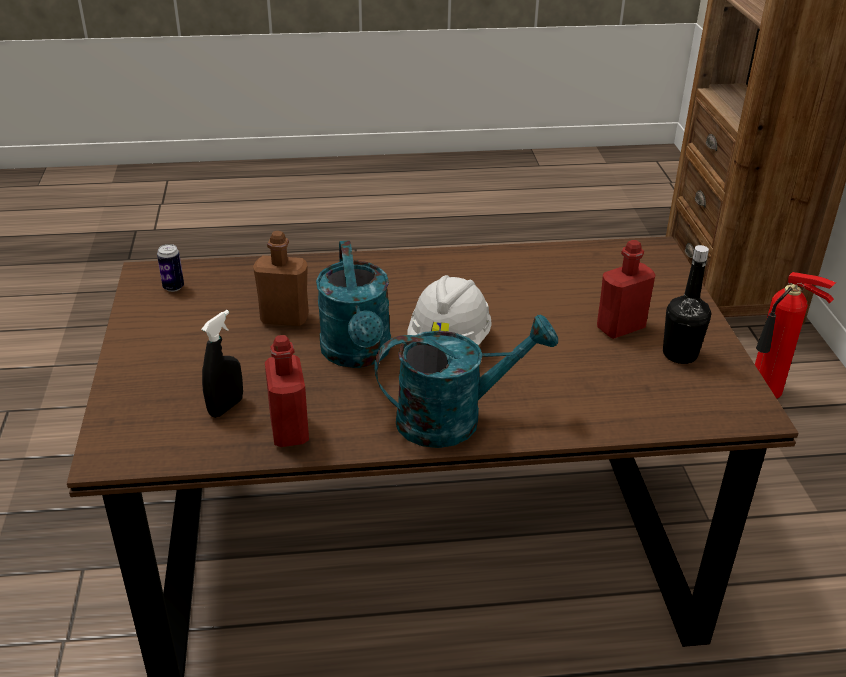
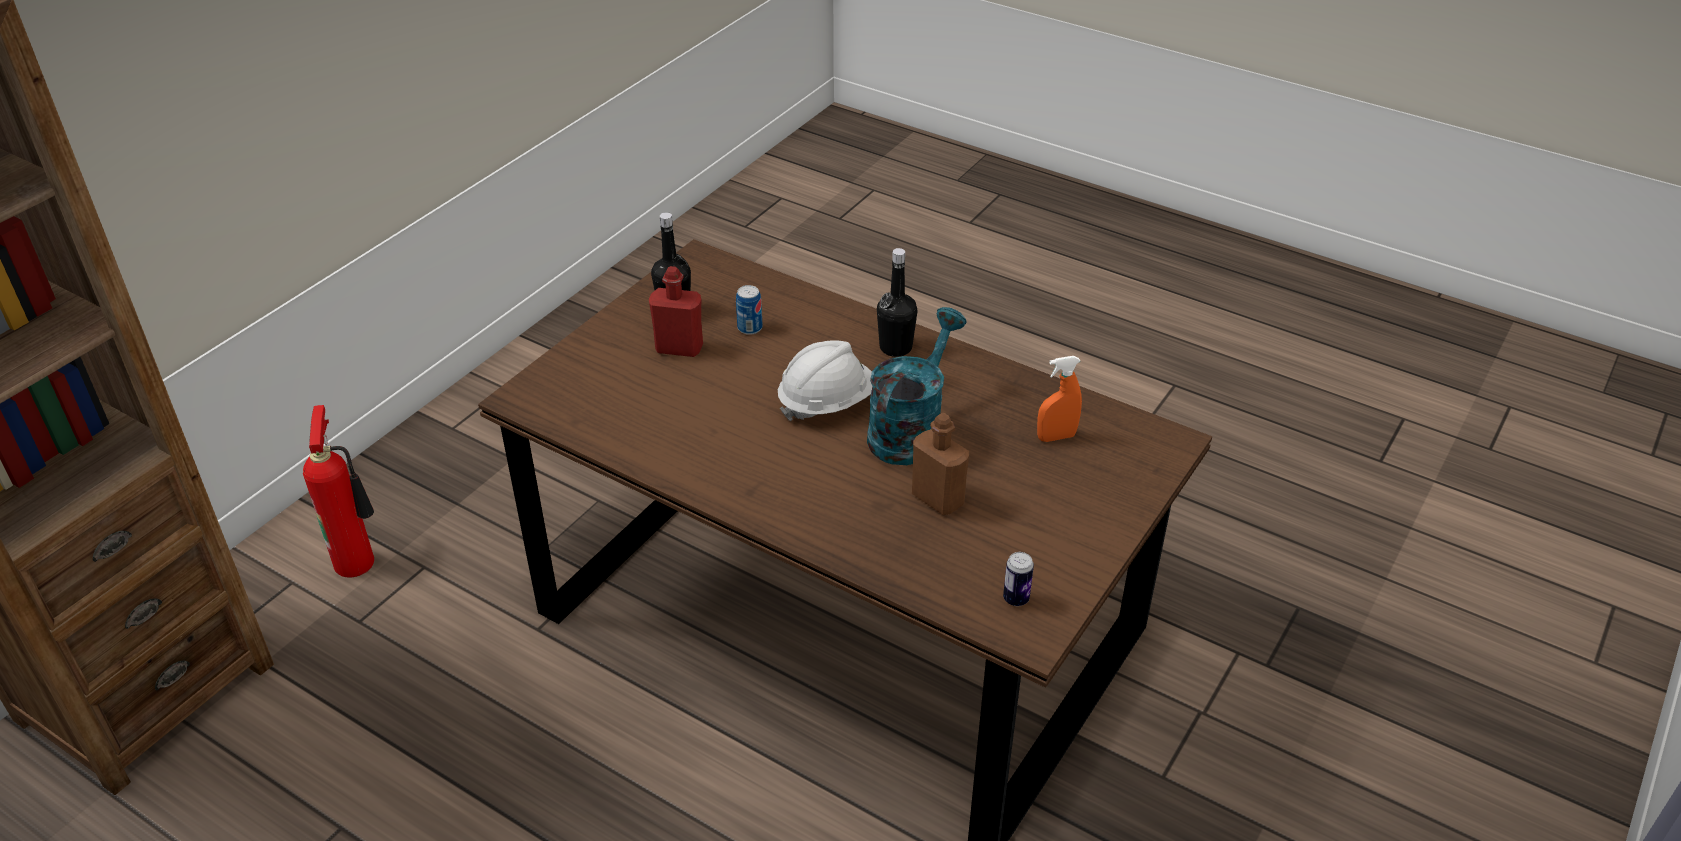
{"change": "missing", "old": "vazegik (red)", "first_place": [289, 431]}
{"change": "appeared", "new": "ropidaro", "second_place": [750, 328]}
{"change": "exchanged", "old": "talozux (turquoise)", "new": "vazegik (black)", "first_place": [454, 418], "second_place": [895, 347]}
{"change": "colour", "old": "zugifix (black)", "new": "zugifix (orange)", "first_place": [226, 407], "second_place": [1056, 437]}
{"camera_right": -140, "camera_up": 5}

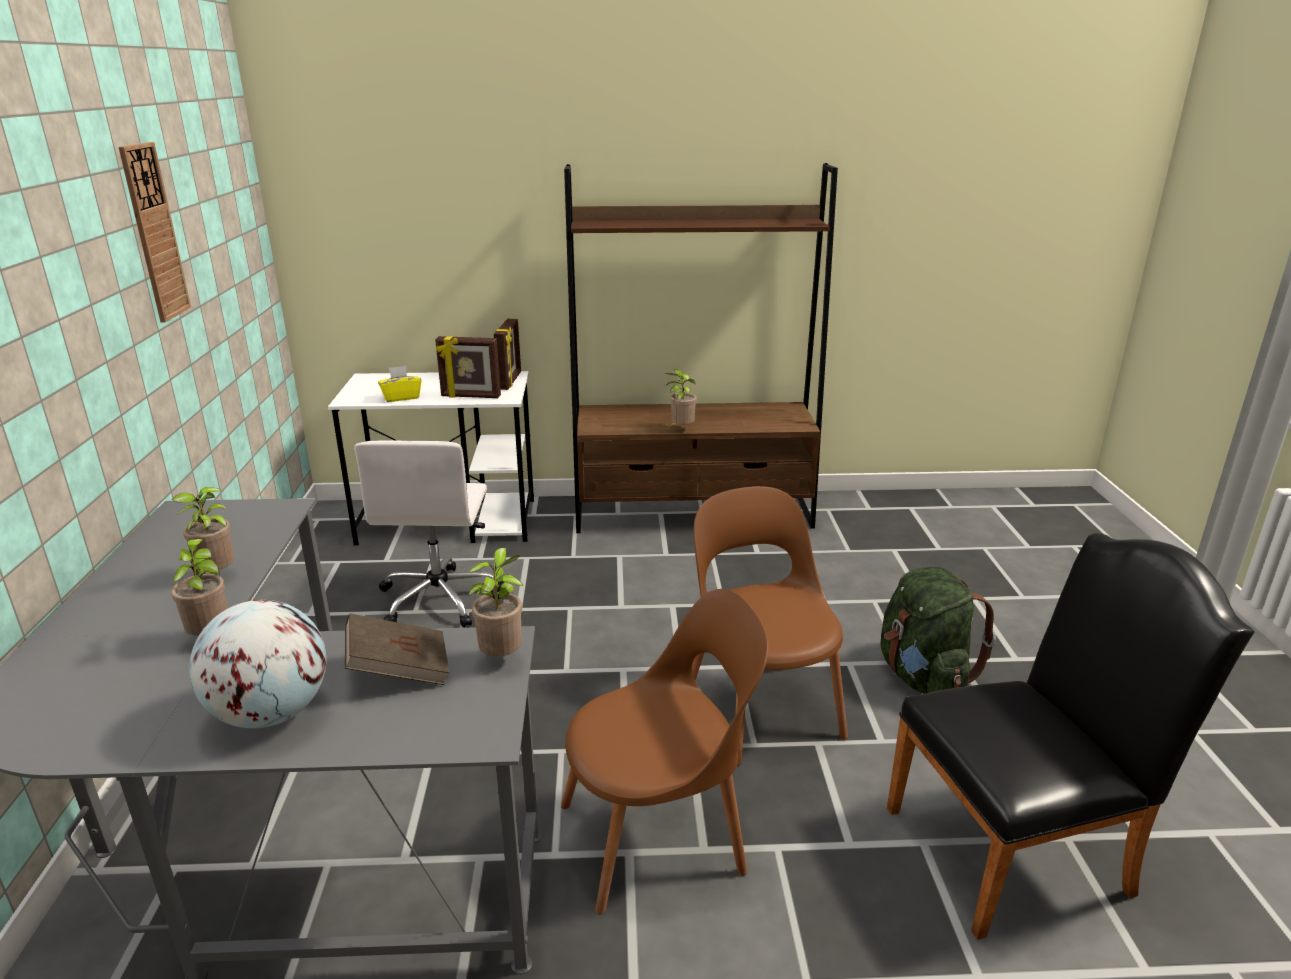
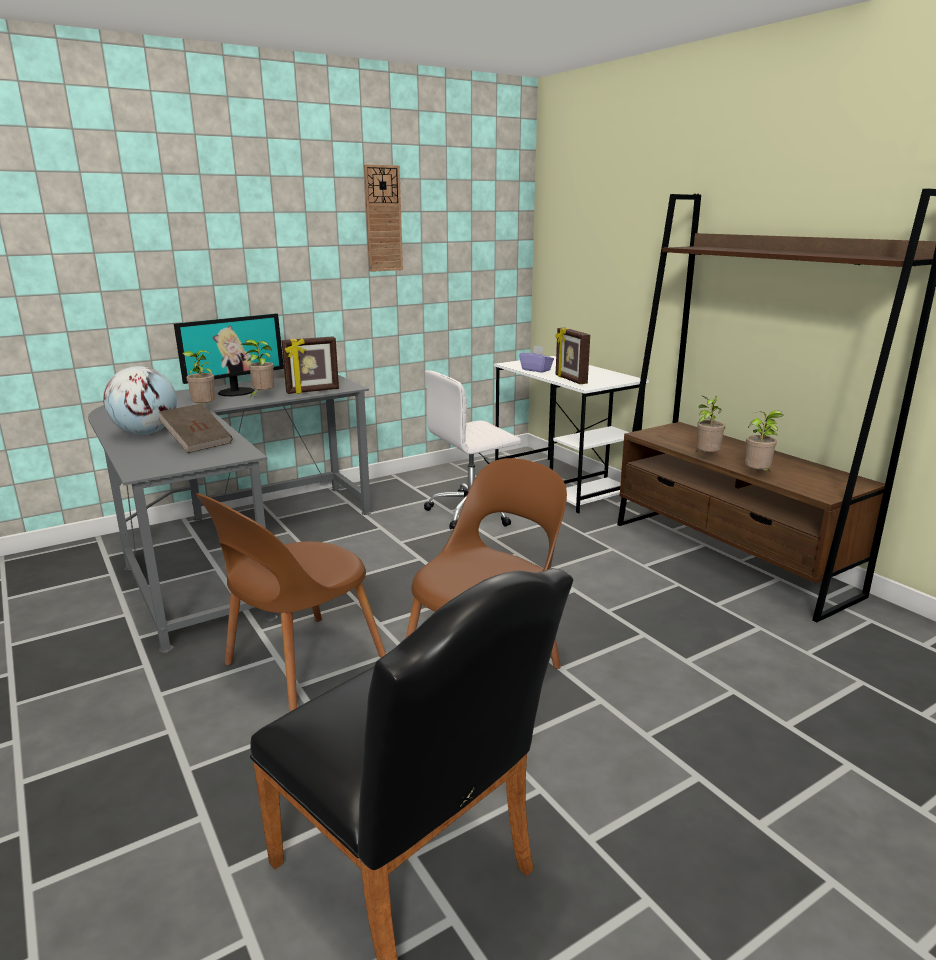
{"change": "missing", "old": "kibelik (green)", "first_place": [923, 676]}
{"change": "appeared", "new": "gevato", "second_place": [236, 392]}
{"change": "relocated", "old": "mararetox", "first_place": [503, 657], "second_place": [758, 474]}
{"change": "relocated", "old": "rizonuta", "first_place": [510, 381], "second_place": [313, 391]}
{"change": "colour", "old": "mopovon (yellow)", "new": "mopovon (purple)", "first_place": [401, 397], "second_place": [536, 370]}
{"change": "spun", "old": "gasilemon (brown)", "first_place": [659, 835], "second_place": [299, 663], "degrees": 90}
{"camera_right": 60, "camera_up": -5}

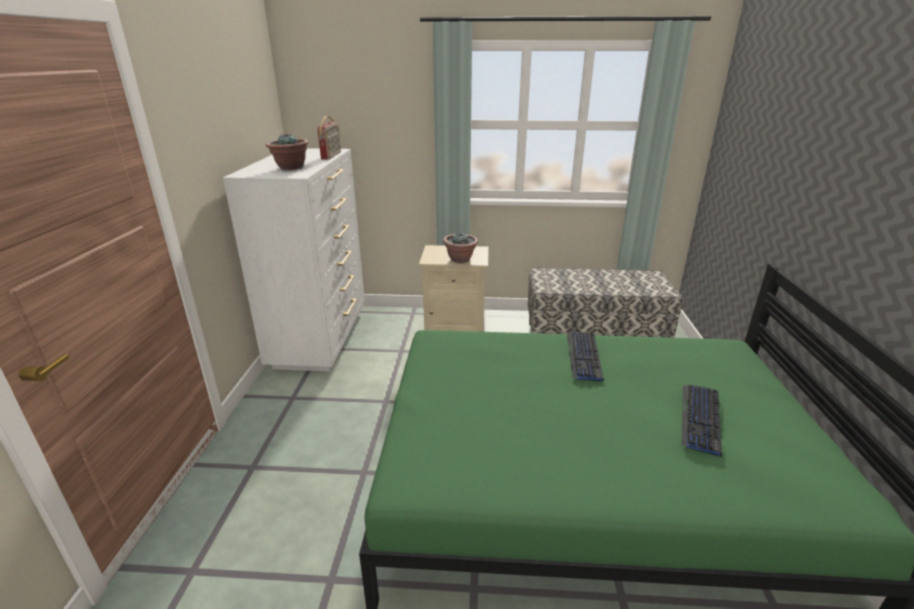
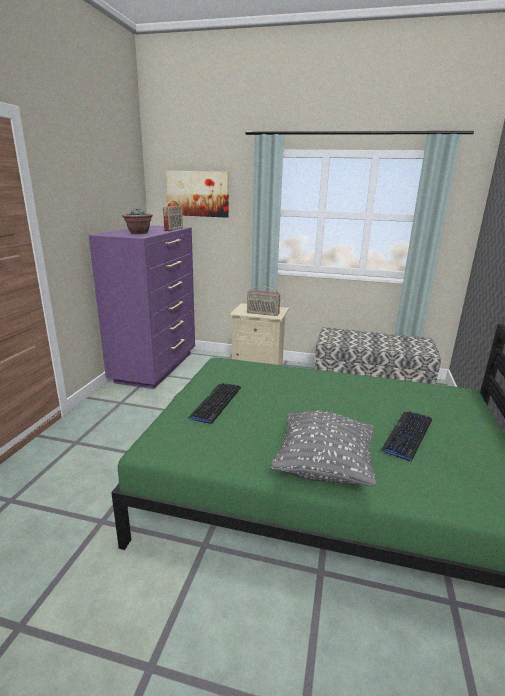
{"change": "appeared", "new": "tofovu", "second_place": [198, 194]}
{"change": "appeared", "new": "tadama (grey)", "second_place": [323, 467]}
{"change": "relocated", "old": "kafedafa", "first_place": [584, 356], "second_place": [216, 403]}
{"change": "exchanged", "old": "mararetox", "new": "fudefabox", "first_place": [460, 259], "second_place": [262, 314]}
{"change": "colour", "old": "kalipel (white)", "new": "kalipel (purple)", "first_place": [321, 338], "second_place": [156, 367]}
{"camera_right": 10, "camera_up": -5}

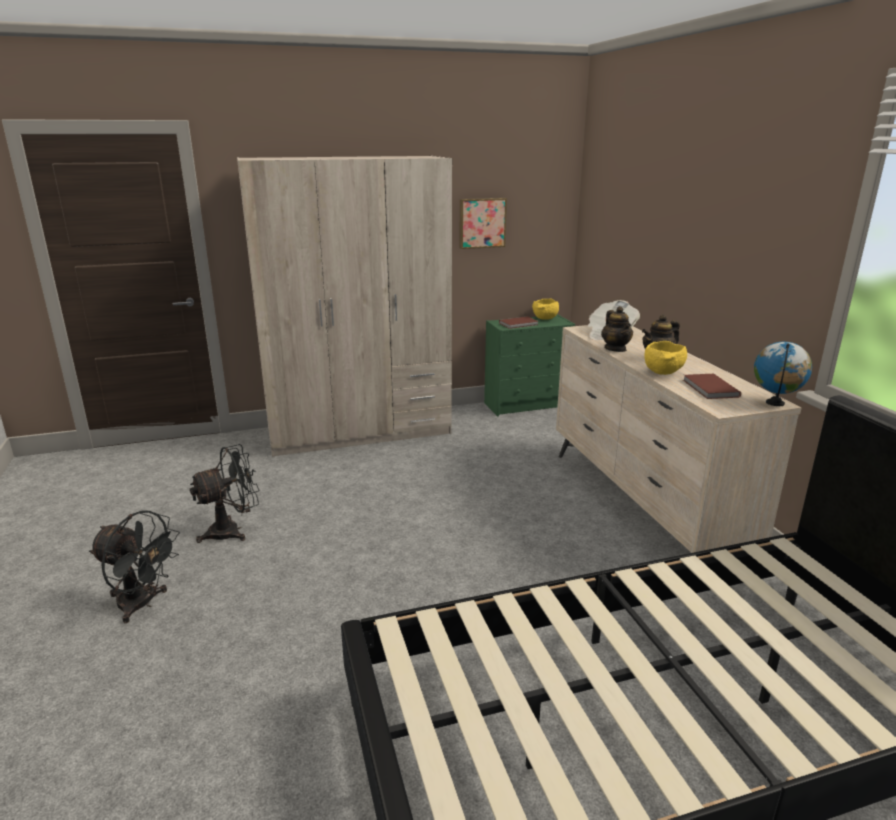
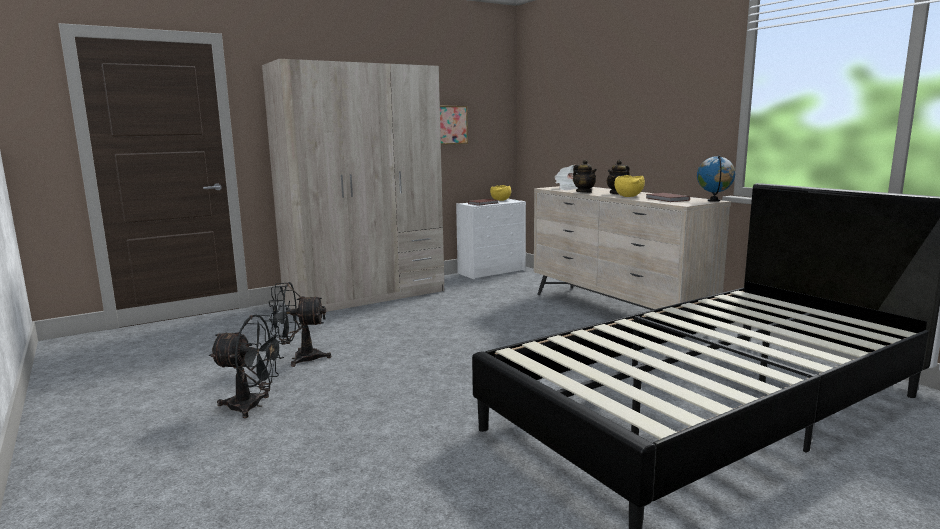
{"change": "colour", "old": "kalipel (green)", "new": "kalipel (white)", "first_place": [527, 405], "second_place": [492, 271]}
{"change": "spun", "old": "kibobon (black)", "first_place": [232, 530], "second_place": [299, 358], "degrees": -135}
{"camera_right": -15, "camera_up": -10}

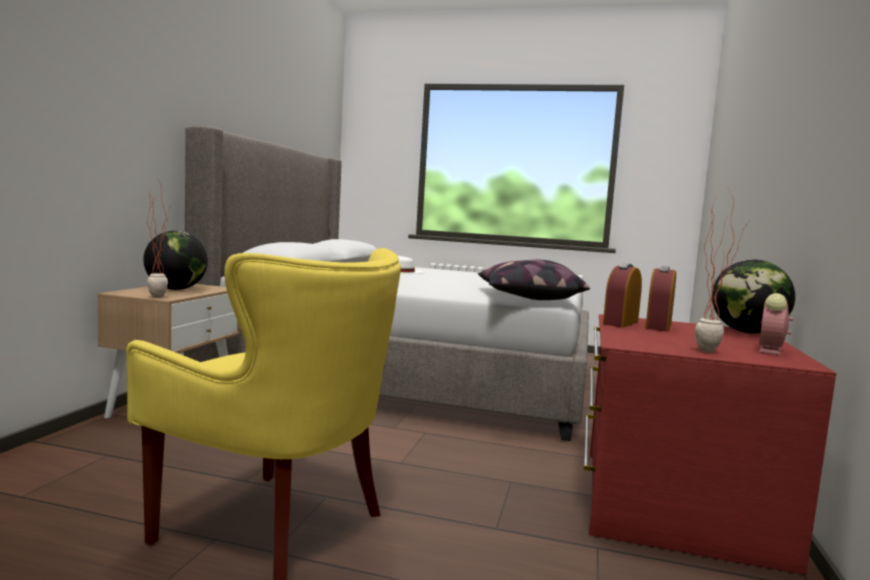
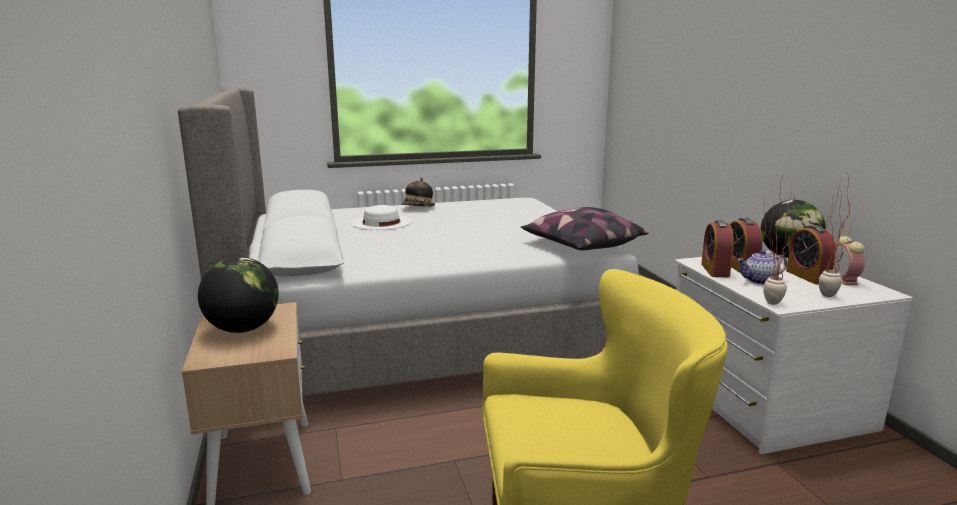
{"change": "appeared", "new": "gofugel", "second_place": [418, 208]}
{"change": "appeared", "new": "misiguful", "second_place": [759, 281]}
{"change": "appeared", "new": "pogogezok", "second_place": [807, 276]}
{"change": "relocated", "old": "mararetox", "first_place": [159, 296], "second_place": [766, 301]}
{"change": "colour", "old": "kalipel (red)", "new": "kalipel (white)", "first_place": [673, 503], "second_place": [763, 401]}
{"camera_right": -30, "camera_up": 10}

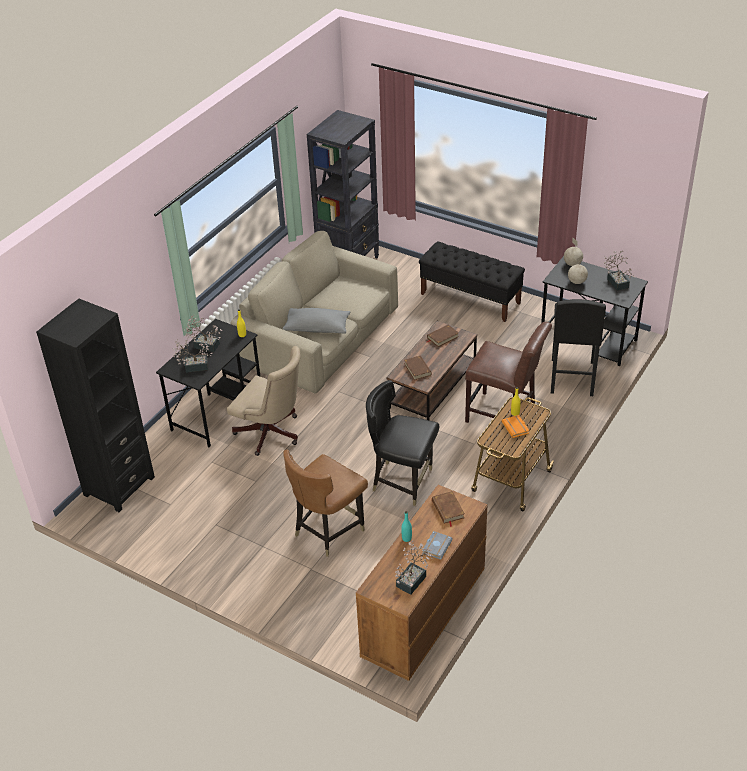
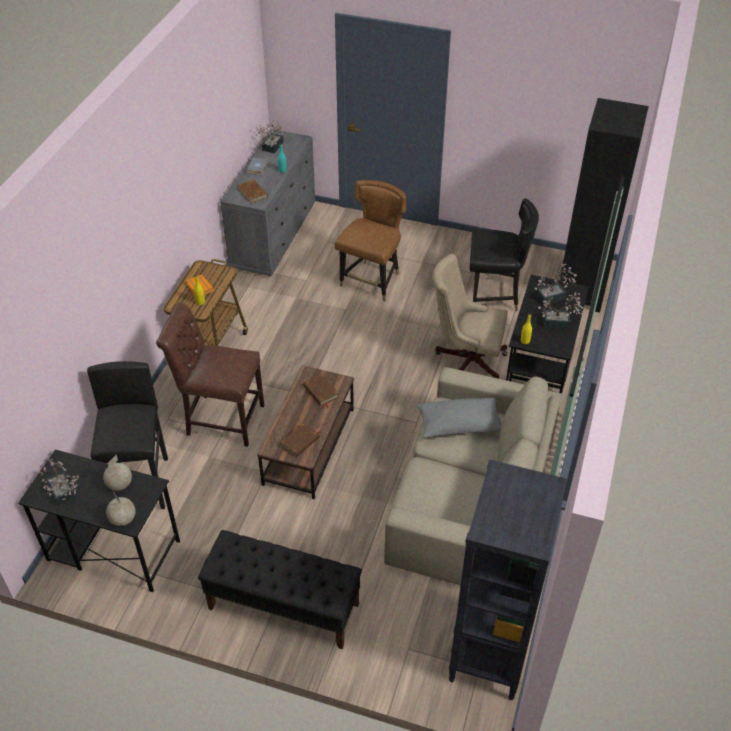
{"change": "relocated", "old": "gasilemon (black)", "first_place": [402, 482], "second_place": [494, 296]}
{"change": "colour", "old": "kalipel (brown)", "new": "kalipel (grey)", "first_place": [423, 614], "second_place": [274, 235]}
{"camera_right": 165, "camera_up": 5}

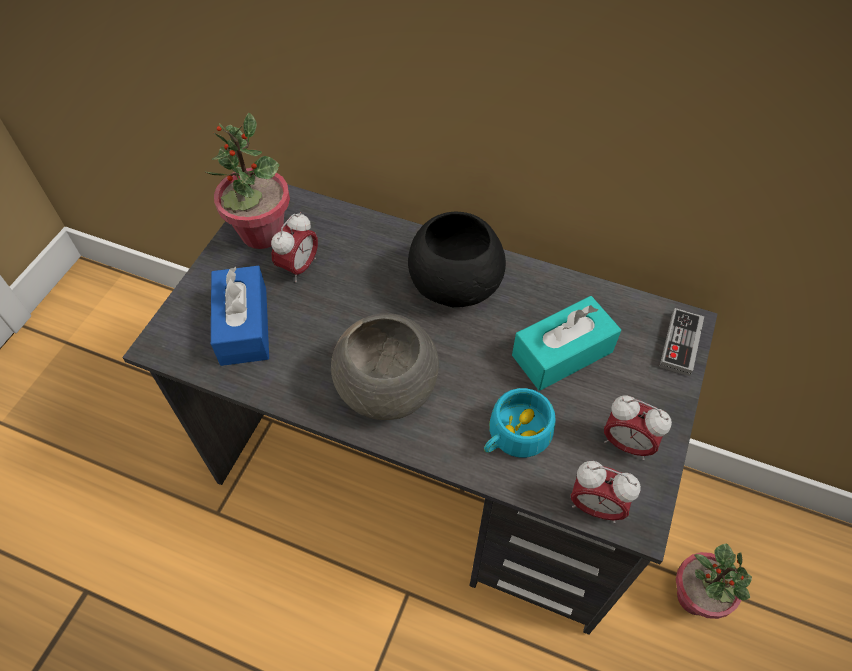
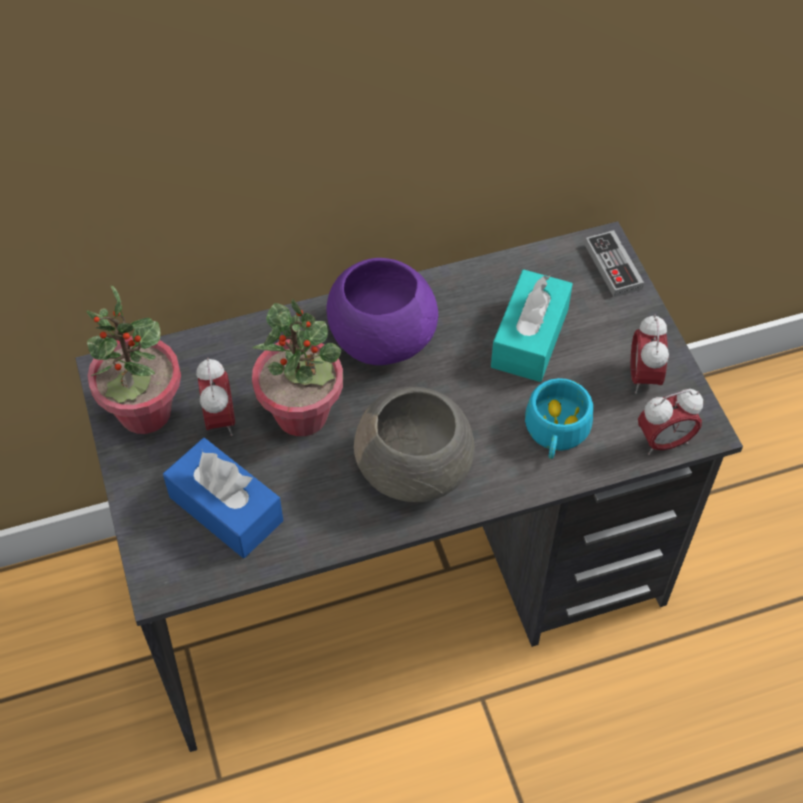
{"change": "relocated", "old": "mararetox", "first_place": [695, 597], "second_place": [302, 414]}
{"change": "colour", "old": "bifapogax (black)", "new": "bifapogax (purple)", "first_place": [455, 282], "second_place": [380, 336]}
{"change": "spun", "old": "pogogezok", "first_place": [626, 443], "second_place": [643, 377], "degrees": 105}
{"camera_right": -40, "camera_up": 0}

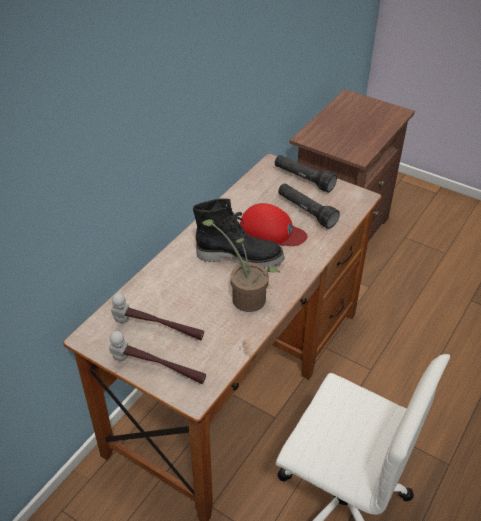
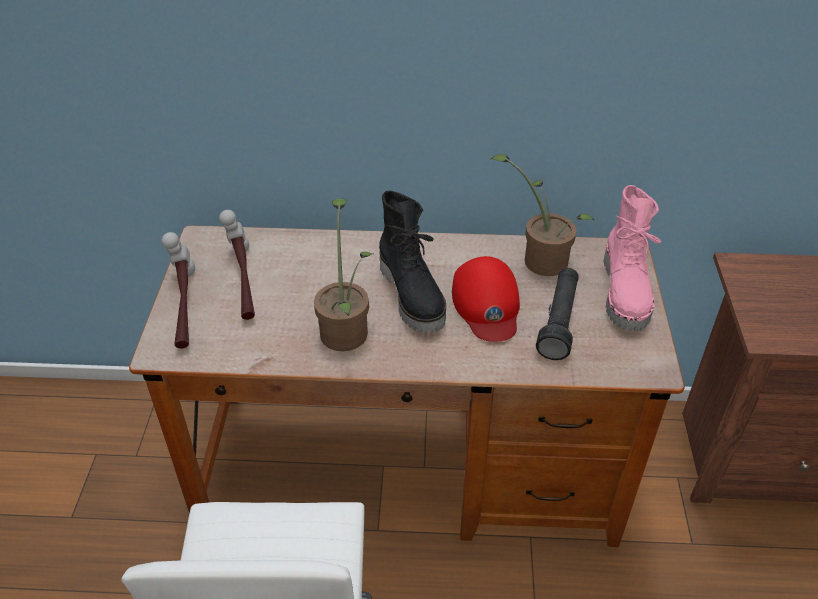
{"change": "appeared", "new": "mararetox", "second_place": [540, 258]}
{"change": "exchanged", "old": "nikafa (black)", "new": "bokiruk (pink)", "first_place": [303, 179], "second_place": [626, 293]}
{"camera_right": 60, "camera_up": 0}

